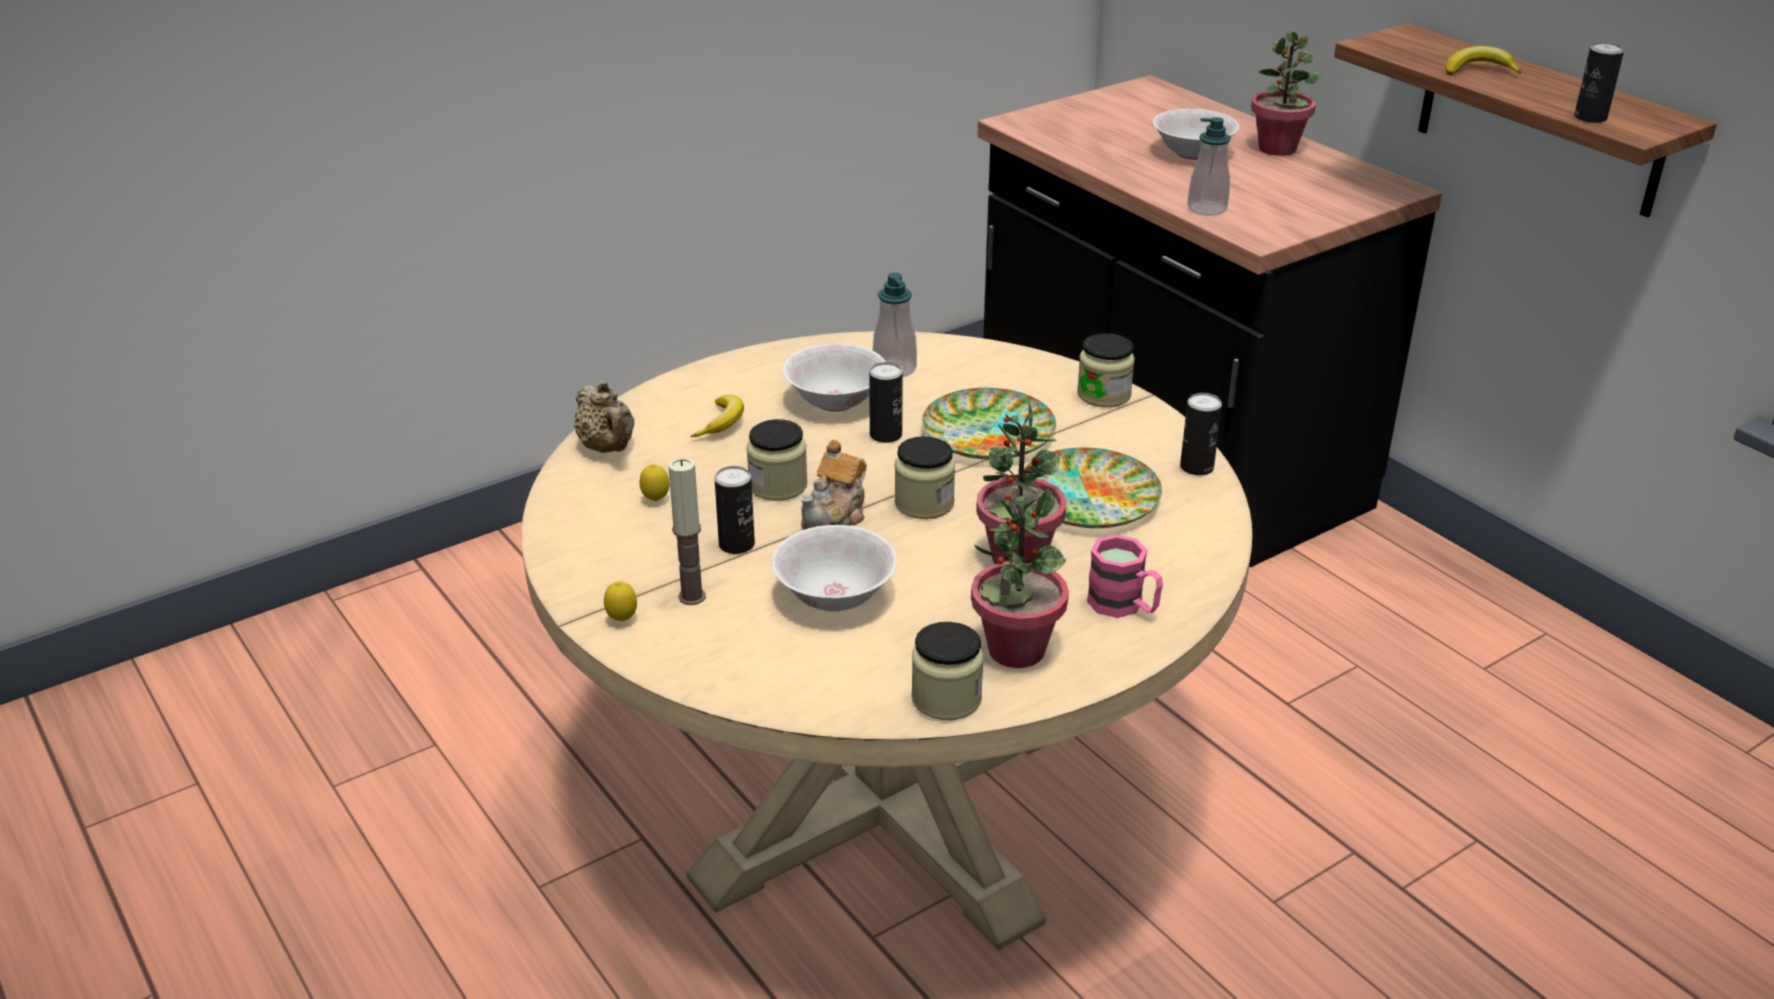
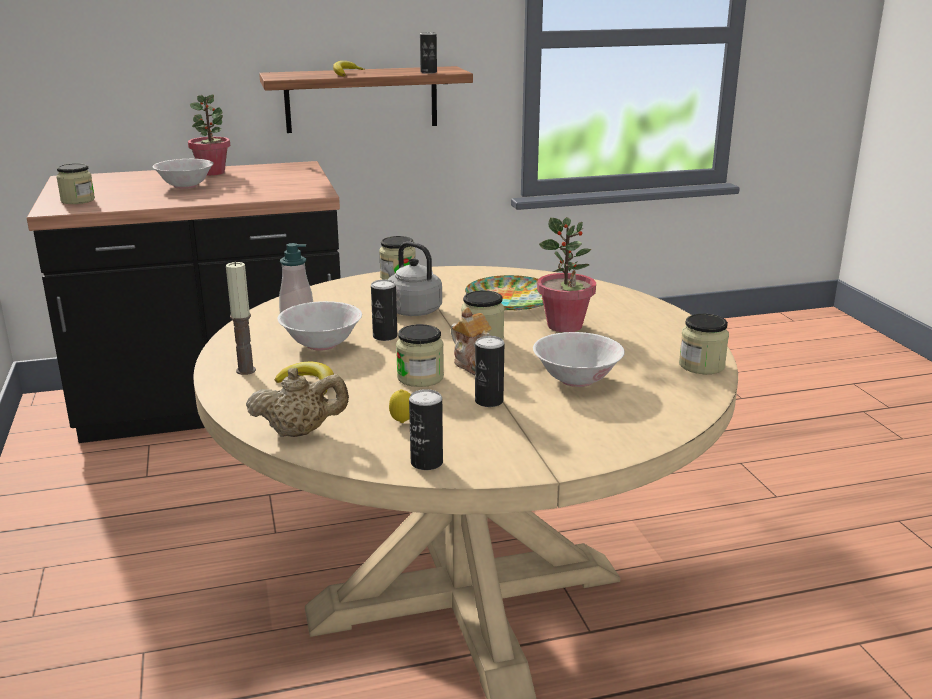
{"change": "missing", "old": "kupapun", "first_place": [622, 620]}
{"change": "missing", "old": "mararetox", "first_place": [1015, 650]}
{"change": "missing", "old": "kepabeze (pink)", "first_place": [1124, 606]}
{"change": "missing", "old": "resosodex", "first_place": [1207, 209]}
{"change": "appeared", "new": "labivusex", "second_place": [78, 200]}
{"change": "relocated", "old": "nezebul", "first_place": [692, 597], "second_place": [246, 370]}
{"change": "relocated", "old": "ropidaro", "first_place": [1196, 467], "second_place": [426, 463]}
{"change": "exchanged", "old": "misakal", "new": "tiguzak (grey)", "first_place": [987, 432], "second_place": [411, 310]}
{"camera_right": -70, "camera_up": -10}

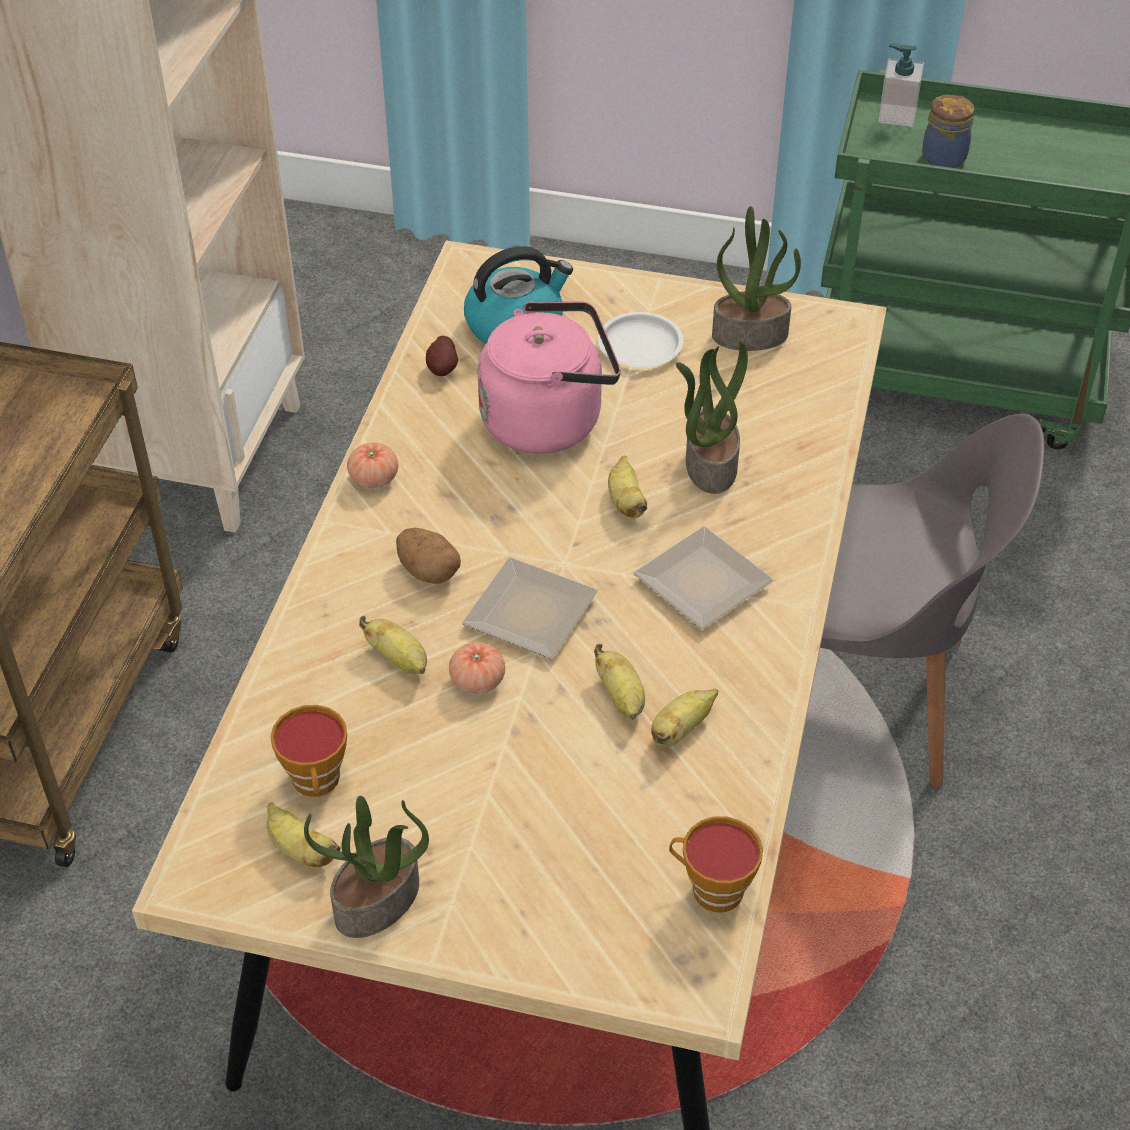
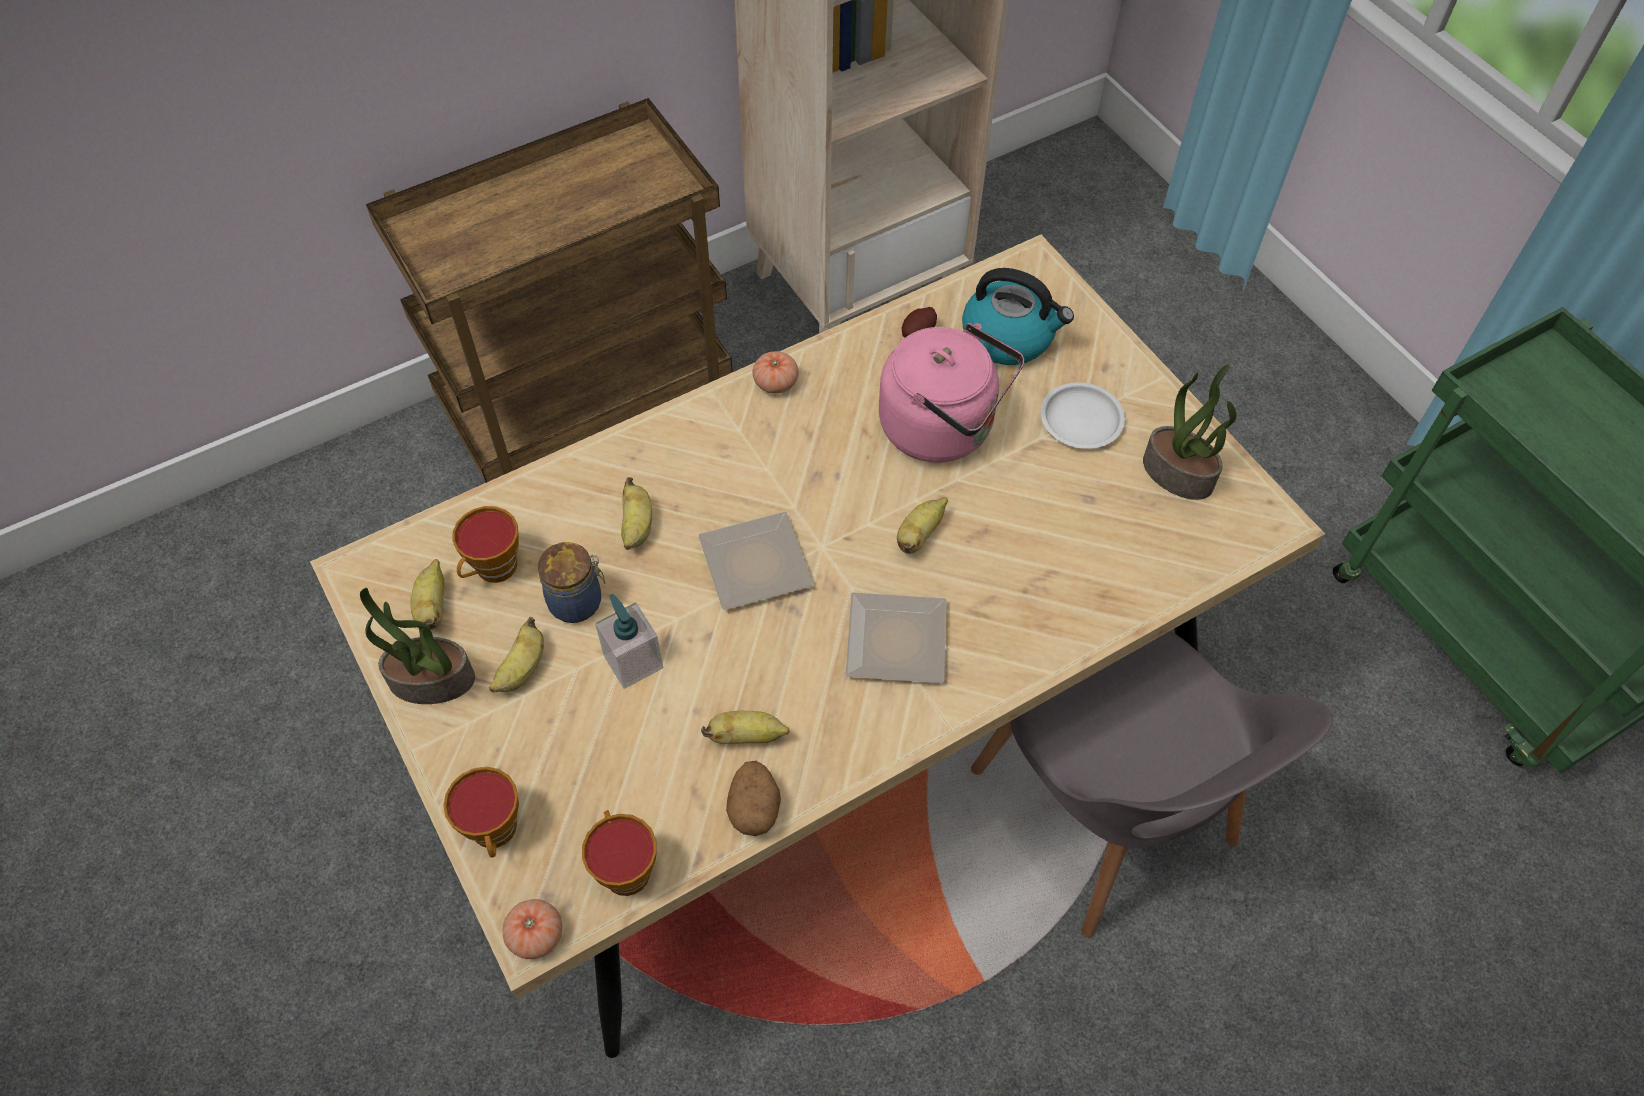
{"change": "missing", "old": "mararetox", "first_place": [709, 464]}
{"change": "appeared", "new": "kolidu", "second_place": [495, 832]}
{"change": "relocated", "old": "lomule", "first_place": [428, 570], "second_place": [754, 808]}
{"change": "relocated", "old": "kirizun", "first_place": [477, 680], "second_place": [536, 935]}
{"change": "relocated", "old": "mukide", "first_place": [621, 698], "second_place": [522, 669]}
{"change": "relocated", "old": "resosodex", "first_place": [897, 115], "second_place": [633, 661]}
{"change": "relocated", "old": "labivusex", "first_place": [944, 157], "second_place": [578, 602]}
{"camera_right": 45, "camera_up": 10}

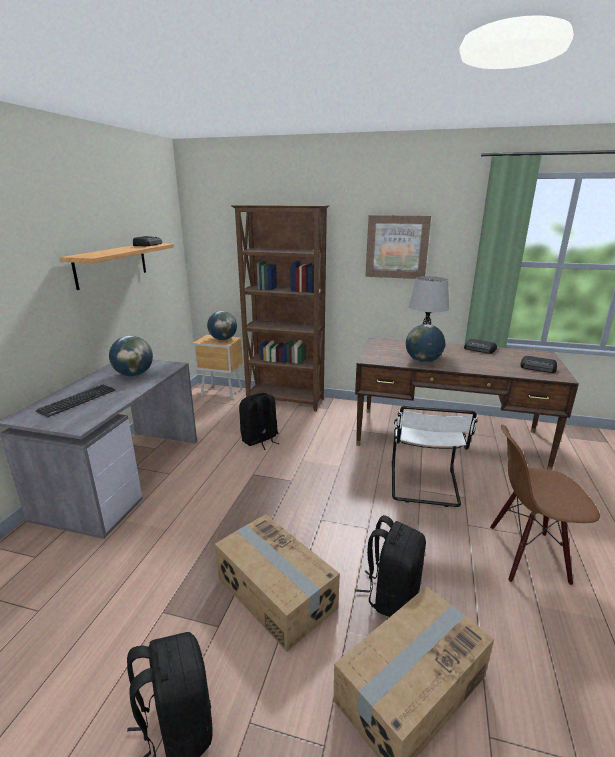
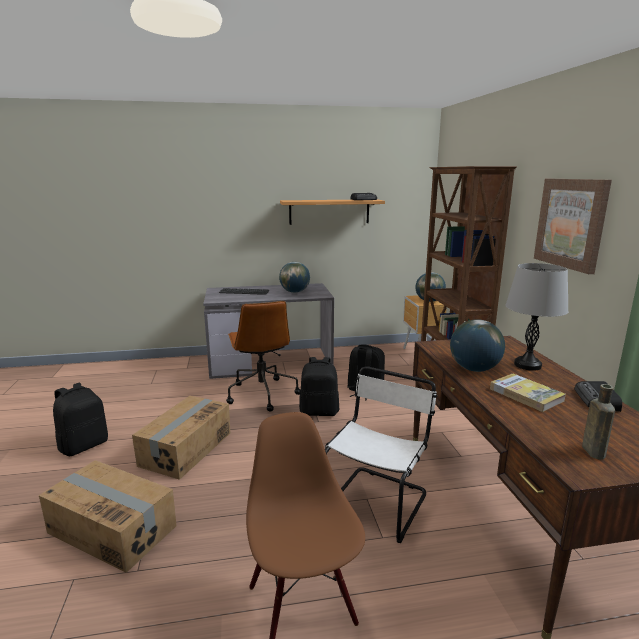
{"change": "appeared", "new": "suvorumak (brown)", "second_place": [262, 394]}
{"change": "appeared", "new": "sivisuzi", "second_place": [526, 395]}
{"change": "relocated", "old": "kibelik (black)", "first_place": [391, 594], "second_place": [319, 411]}
{"change": "exchanged", "old": "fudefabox", "new": "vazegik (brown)", "first_place": [538, 368], "second_place": [592, 450]}
{"change": "spun", "old": "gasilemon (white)", "first_place": [424, 486], "second_place": [378, 500], "degrees": 135}
{"camera_right": 65, "camera_up": -5}

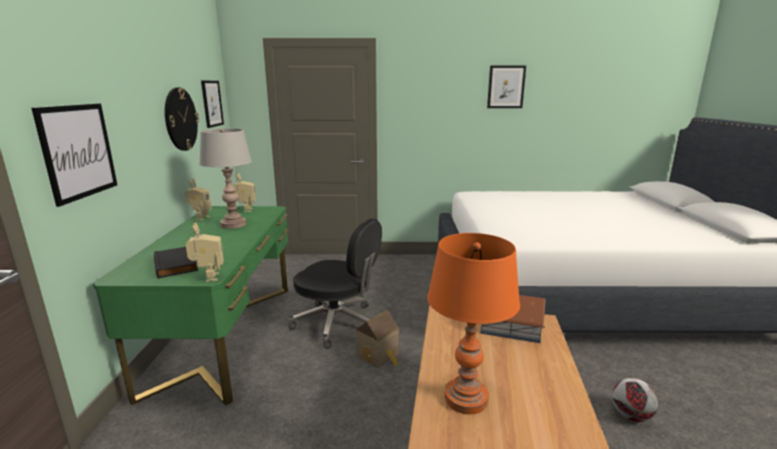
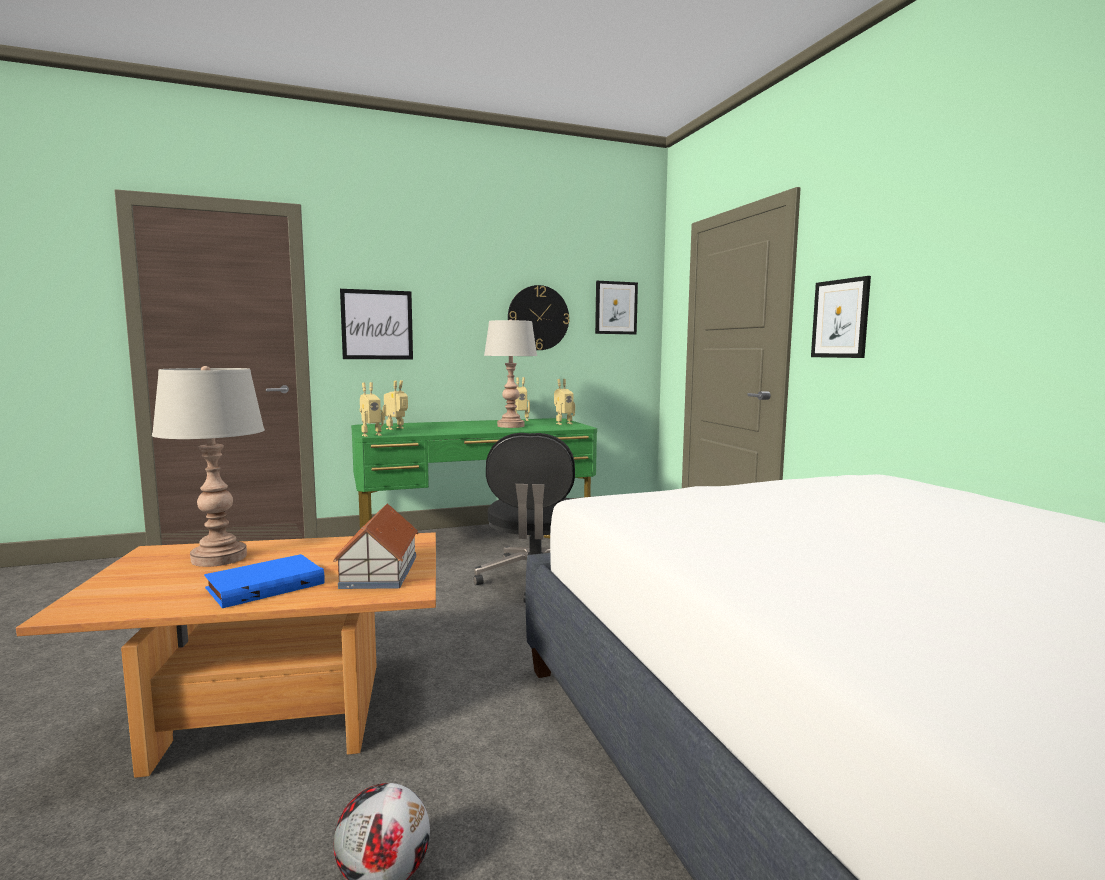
{"change": "missing", "old": "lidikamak", "first_place": [379, 355]}
{"change": "appeared", "new": "sivisuzi (blue)", "second_place": [265, 585]}
{"change": "relocated", "old": "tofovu", "first_place": [506, 87], "second_place": [840, 318]}
{"change": "exchanged", "old": "sivisuzi (black)", "new": "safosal", "first_place": [177, 264], "second_place": [396, 429]}
{"change": "colour", "old": "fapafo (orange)", "new": "fapafo (grey)", "first_place": [465, 398], "second_place": [219, 558]}
{"camera_right": 70, "camera_up": -10}

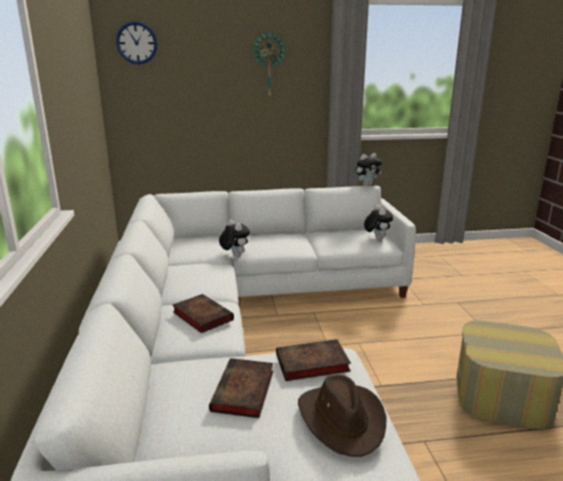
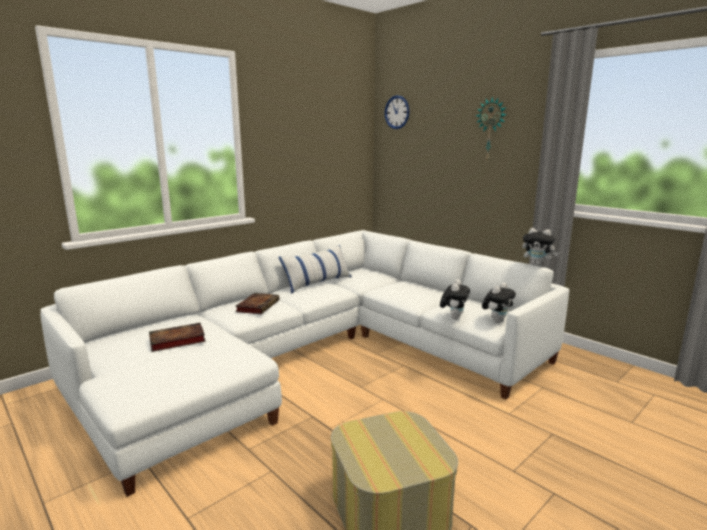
{"change": "missing", "old": "sivisuzi", "first_place": [310, 364]}
{"change": "missing", "old": "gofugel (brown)", "first_place": [342, 419]}
{"change": "appeared", "new": "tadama", "second_place": [317, 283]}
{"change": "relocated", "old": "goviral", "first_place": [234, 256], "second_place": [453, 317]}
{"camera_right": 55, "camera_up": -5}

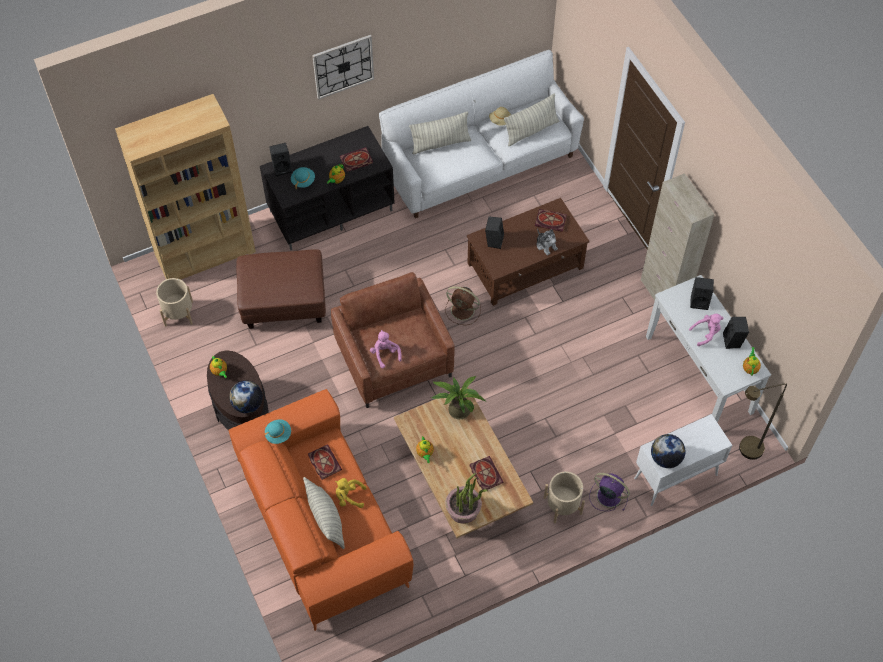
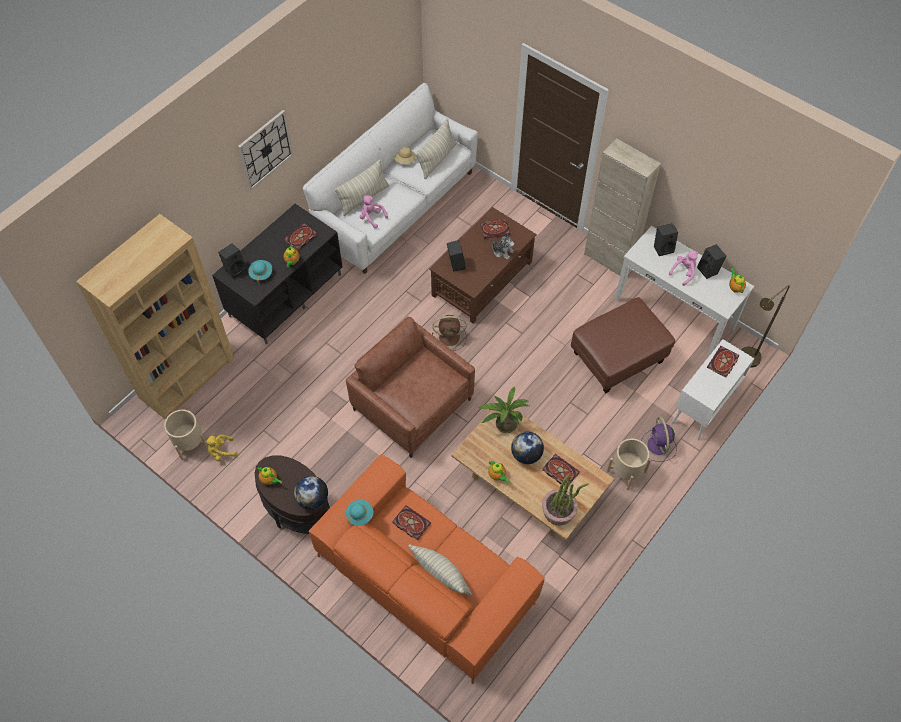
{"change": "appeared", "new": "sivisuzi", "second_place": [723, 363]}
{"change": "relocated", "old": "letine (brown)", "first_place": [284, 302], "second_place": [618, 357]}
{"change": "relocated", "old": "goviral (yellow)", "first_place": [349, 497], "second_place": [221, 452]}
{"change": "relocated", "old": "goviral (pink)", "first_place": [385, 354], "second_place": [372, 217]}
{"change": "relocated", "old": "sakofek", "first_place": [665, 458], "second_place": [526, 455]}
{"change": "spun", "old": "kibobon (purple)", "first_place": [608, 495], "second_place": [658, 446], "degrees": -105}
{"camera_right": -25, "camera_up": 0}

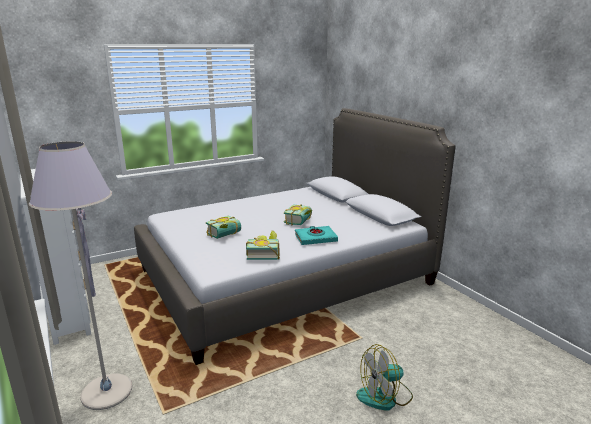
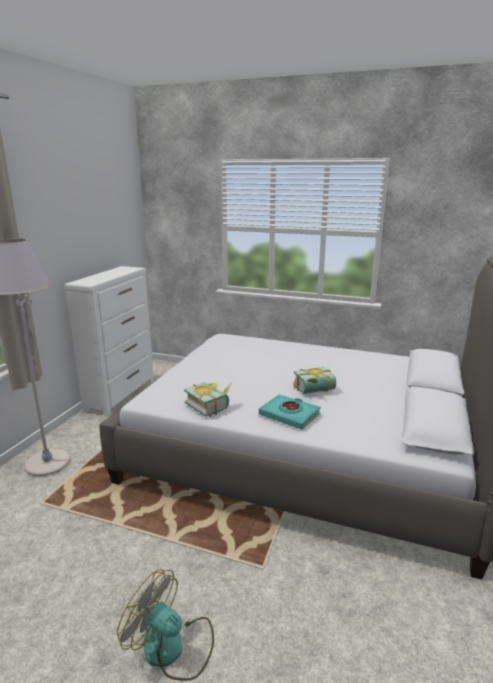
{"change": "missing", "old": "sivisuzi", "first_place": [225, 235]}
{"camera_right": 50, "camera_up": 0}

